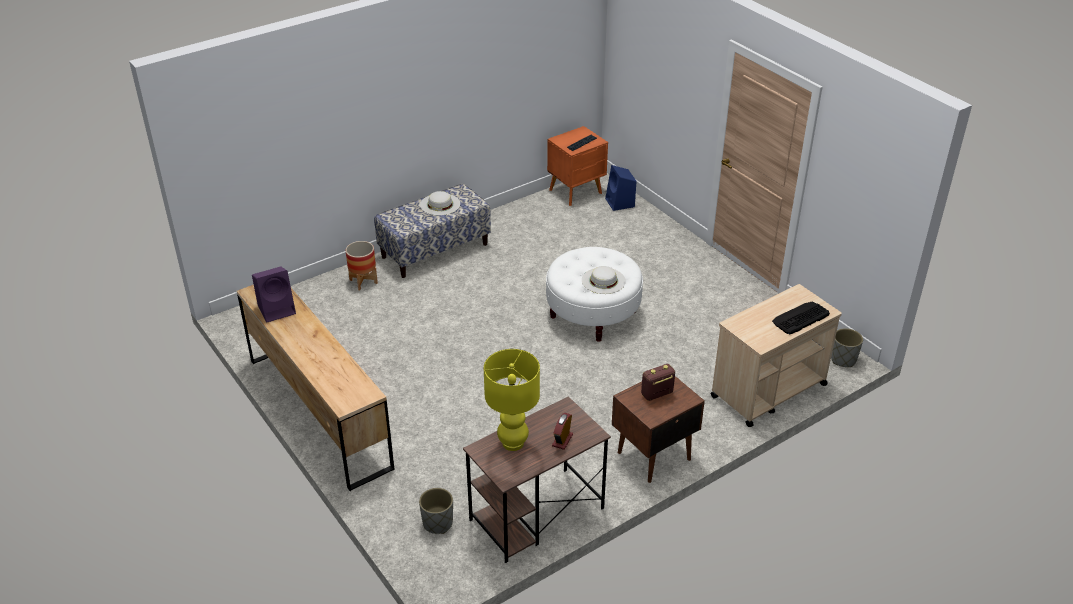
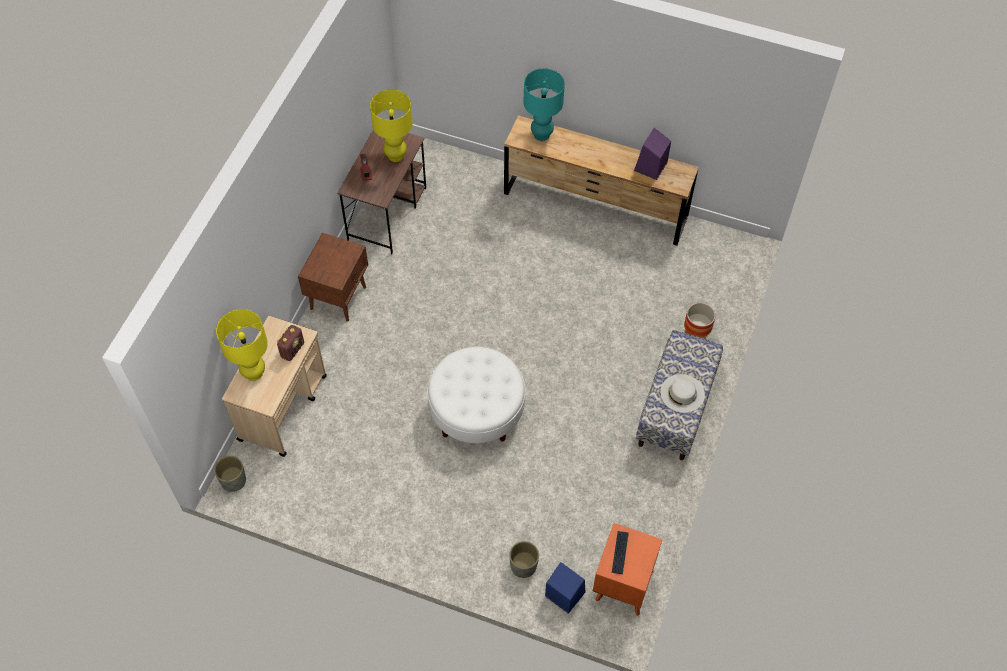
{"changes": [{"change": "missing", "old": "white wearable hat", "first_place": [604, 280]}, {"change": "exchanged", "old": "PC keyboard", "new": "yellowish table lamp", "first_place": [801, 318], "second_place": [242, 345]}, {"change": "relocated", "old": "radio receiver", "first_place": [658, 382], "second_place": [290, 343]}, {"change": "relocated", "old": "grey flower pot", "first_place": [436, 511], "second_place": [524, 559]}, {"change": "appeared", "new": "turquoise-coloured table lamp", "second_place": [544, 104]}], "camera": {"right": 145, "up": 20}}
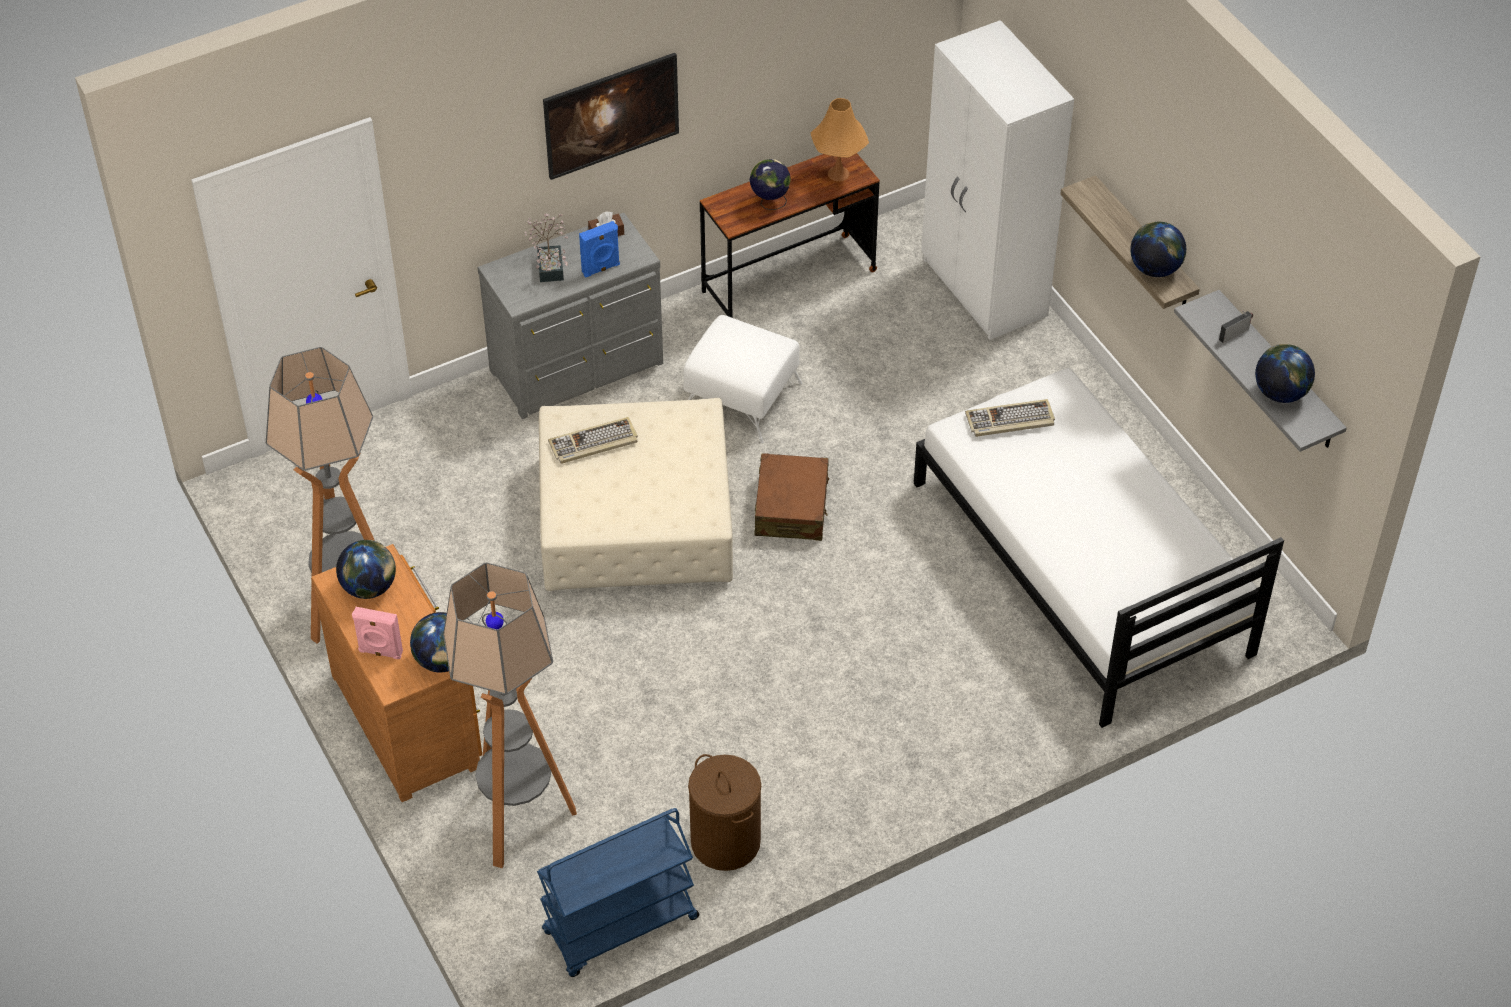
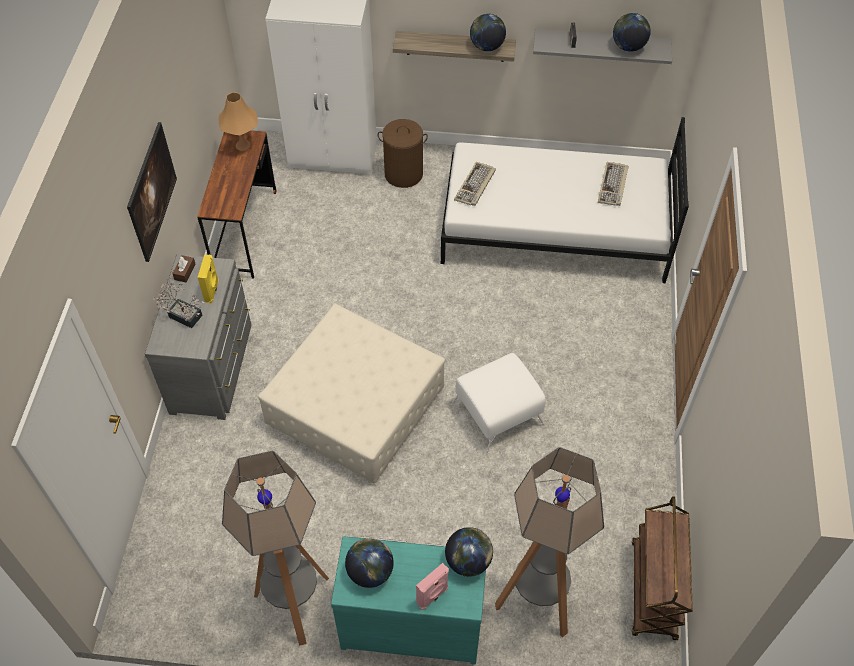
{"changes": [{"change": "missing", "old": "desk globe", "first_place": [770, 184]}, {"change": "colour", "old": "bluish audio speaker", "new": "yellowish audio speaker", "first_place": [599, 249], "second_place": [208, 279]}, {"change": "relocated", "old": "white pouffe", "first_place": [742, 379], "second_place": [499, 403]}, {"change": "relocated", "old": "PC keyboard", "first_place": [593, 440], "second_place": [613, 184]}, {"change": "missing", "old": "brown-coloured suitcase", "first_place": [791, 497]}, {"change": "colour", "old": "brown-coloured drawer chest", "new": "turquoise-coloured drawer chest", "first_place": [396, 673], "second_place": [408, 600]}, {"change": "relocated", "old": "brown-coloured hamper", "first_place": [724, 812], "second_place": [403, 153]}, {"change": "colour", "old": "bluish wheeled cart", "new": "brown-coloured wheeled cart", "first_place": [618, 892], "second_place": [662, 568]}], "camera": {"right": -55, "up": 5}}
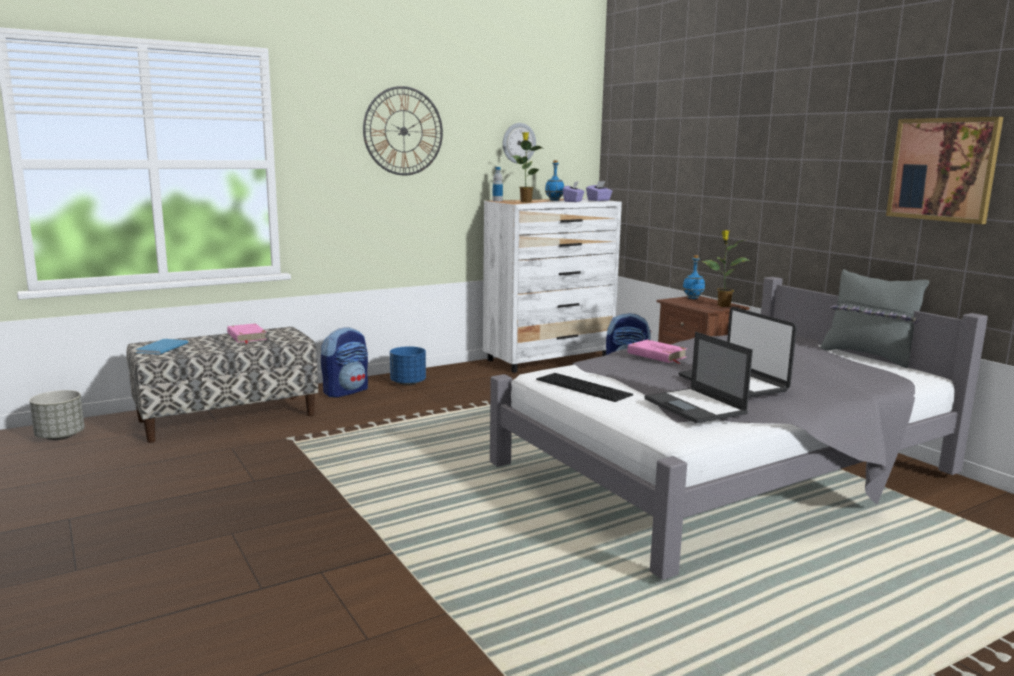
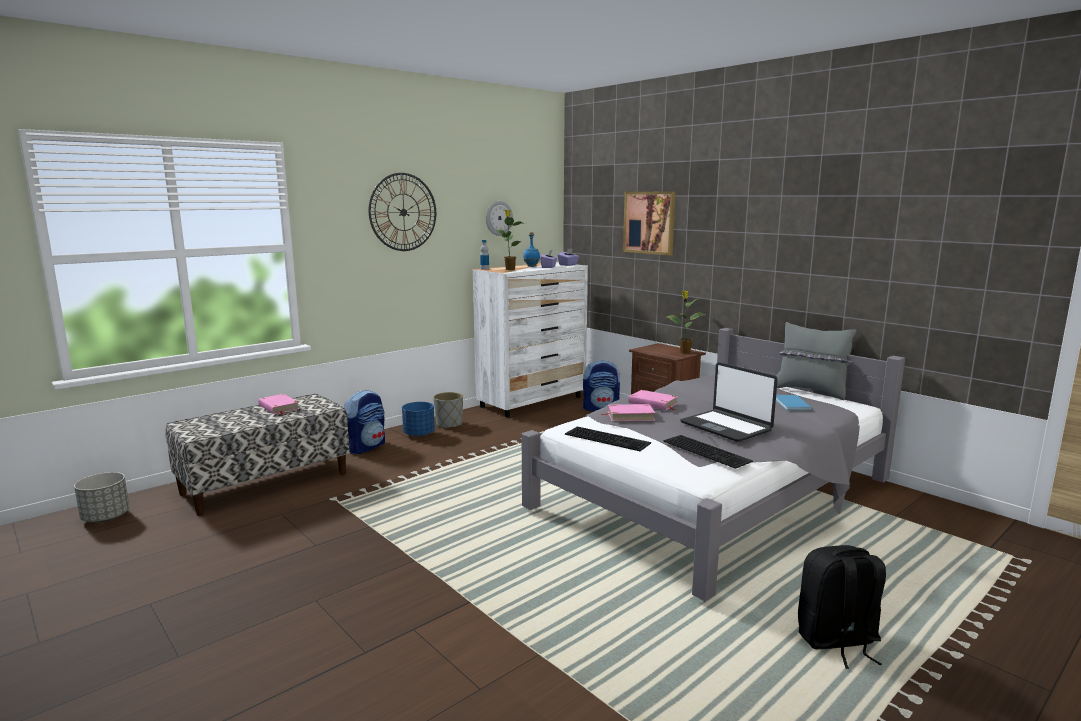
{"changes": [{"change": "relocated", "old": "wall picture", "first_place": [944, 170], "second_place": [649, 224]}, {"change": "missing", "old": "bluish drink bottle", "first_place": [694, 277]}, {"change": "exchanged", "old": "laptop", "new": "PC keyboard", "first_place": [699, 378], "second_place": [708, 452]}, {"change": "relocated", "old": "bluish bound book", "first_place": [162, 347], "second_place": [794, 402]}, {"change": "appeared", "new": "grey flower pot", "second_place": [448, 410]}, {"change": "appeared", "new": "pink-coloured bound book", "second_place": [628, 412]}, {"change": "appeared", "new": "blackish knapsack", "second_place": [842, 607]}], "camera": {"right": -10, "up": 0}}
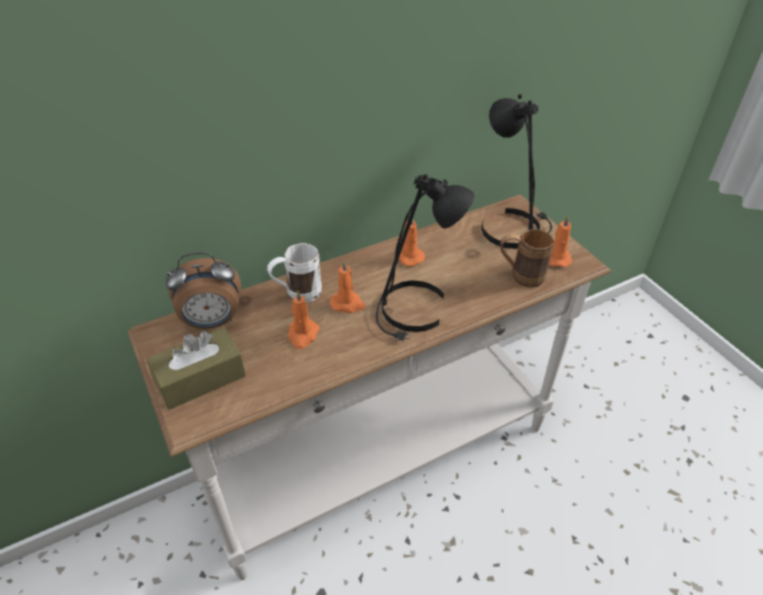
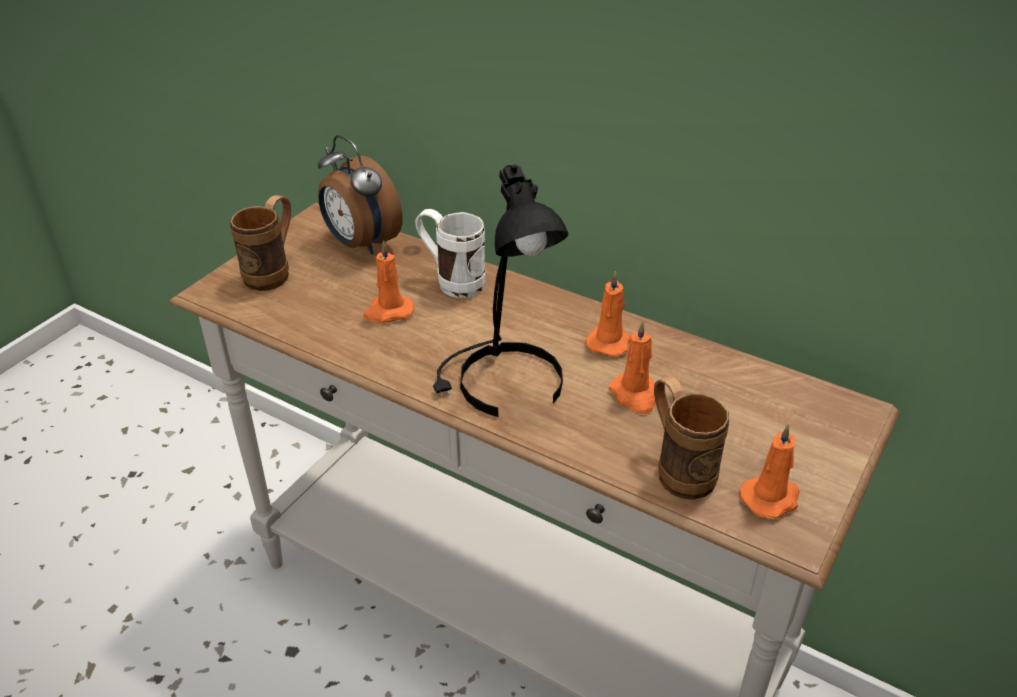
{"changes": [{"change": "missing", "old": "blackish table lamp", "first_place": [516, 171]}, {"change": "relocated", "old": "orangey wax light", "first_place": [347, 286], "second_place": [632, 367]}, {"change": "exchanged", "old": "brown-coloured box of tissues", "new": "brown-coloured tea mug", "first_place": [196, 368], "second_place": [260, 243]}], "camera": {"right": 60, "up": -5}}
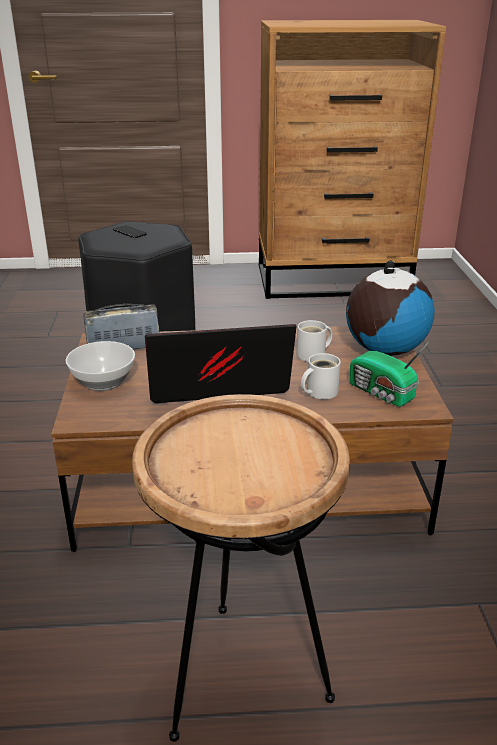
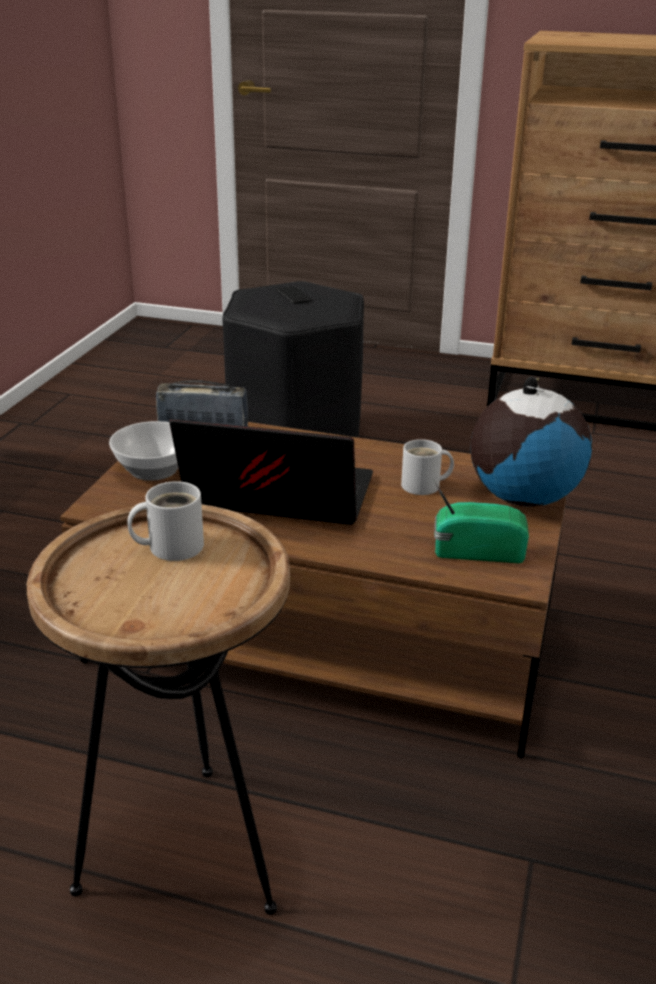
{"changes": [{"change": "spun", "old": "radio receiver", "first_place": [389, 374], "second_place": [481, 521], "degrees": 120}, {"change": "relocated", "old": "white tea mug", "first_place": [321, 376], "second_place": [165, 521]}], "camera": {"right": 20, "up": 0}}
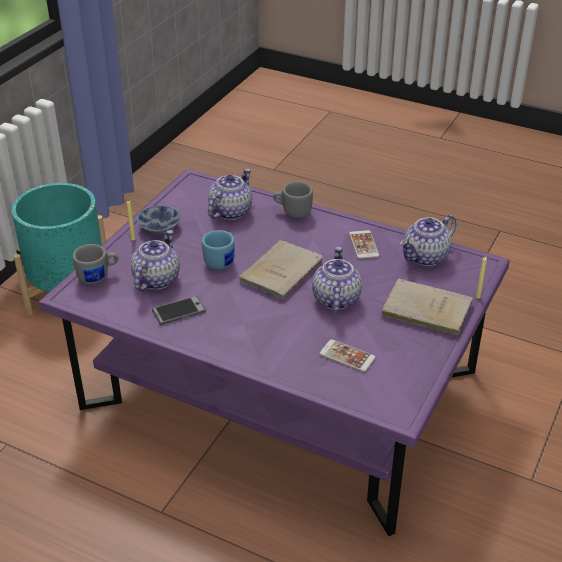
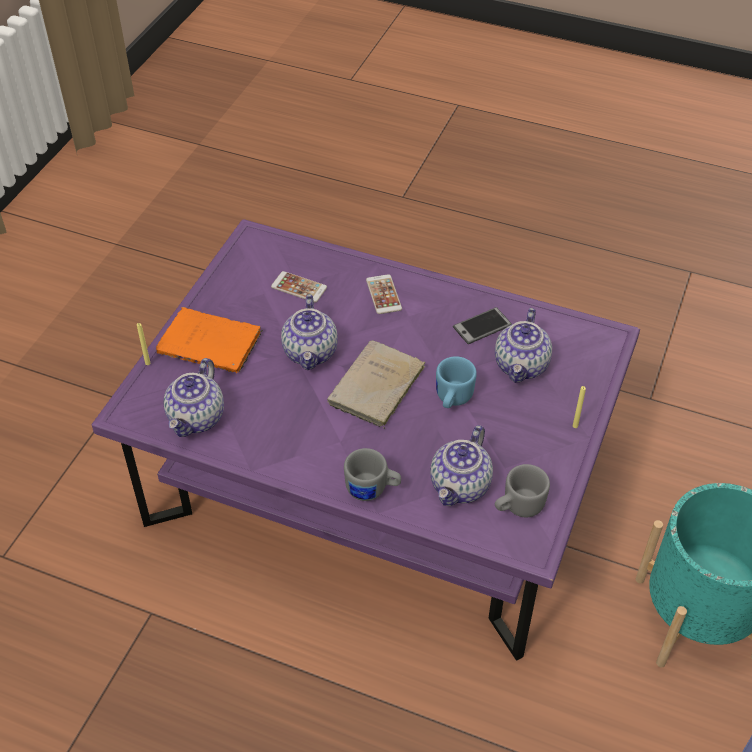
{"changes": [{"change": "missing", "old": "serving bowl", "first_place": [159, 220]}, {"change": "spun", "old": "tea pot", "first_place": [428, 240], "second_place": [194, 397], "degrees": 150}, {"change": "relocated", "old": "telephone", "first_place": [364, 244], "second_place": [384, 294]}, {"change": "relocated", "old": "grey tea mug", "first_place": [95, 264], "second_place": [522, 490]}, {"change": "colour", "old": "beige bound book", "new": "orangey bound book", "first_place": [426, 307], "second_place": [209, 340]}], "camera": {"right": 175, "up": 10}}
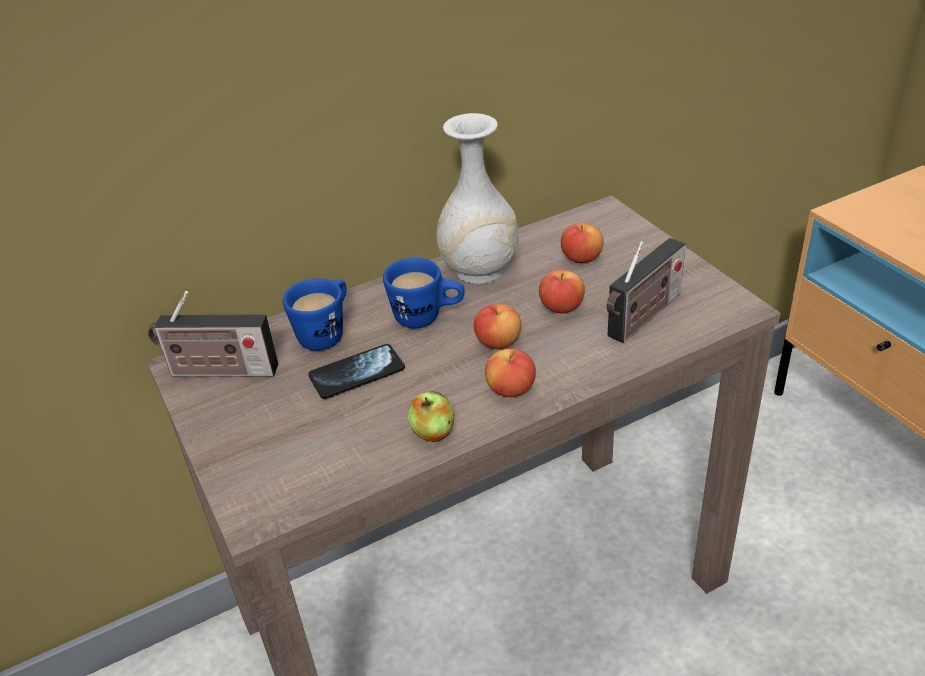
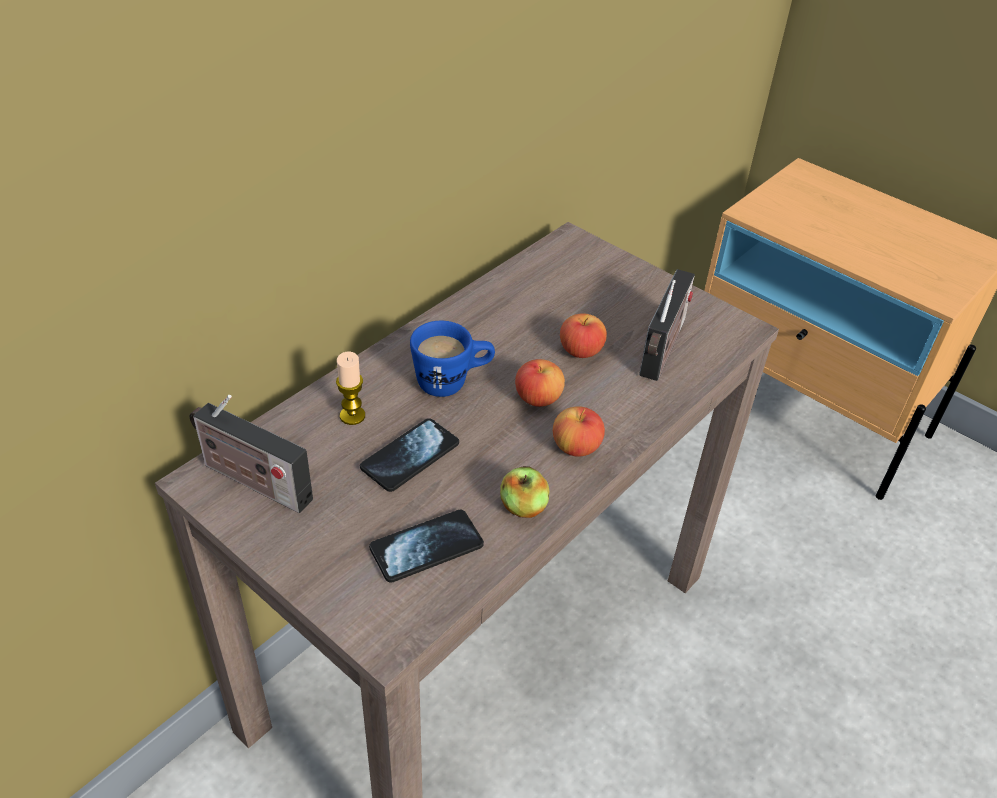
{"changes": [{"change": "missing", "old": "white flower vase", "first_place": [477, 198]}, {"change": "missing", "old": "whole apple", "first_place": [582, 243]}, {"change": "exchanged", "old": "bluish tea mug", "new": "wax light", "first_place": [314, 315], "second_place": [350, 388]}, {"change": "spun", "old": "radio receiver", "first_place": [213, 334], "second_place": [251, 454], "degrees": 45}, {"change": "appeared", "new": "telephone", "second_place": [426, 546]}], "camera": {"right": -25, "up": 5}}
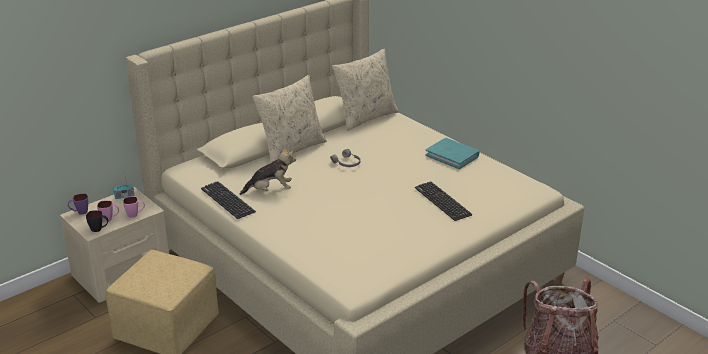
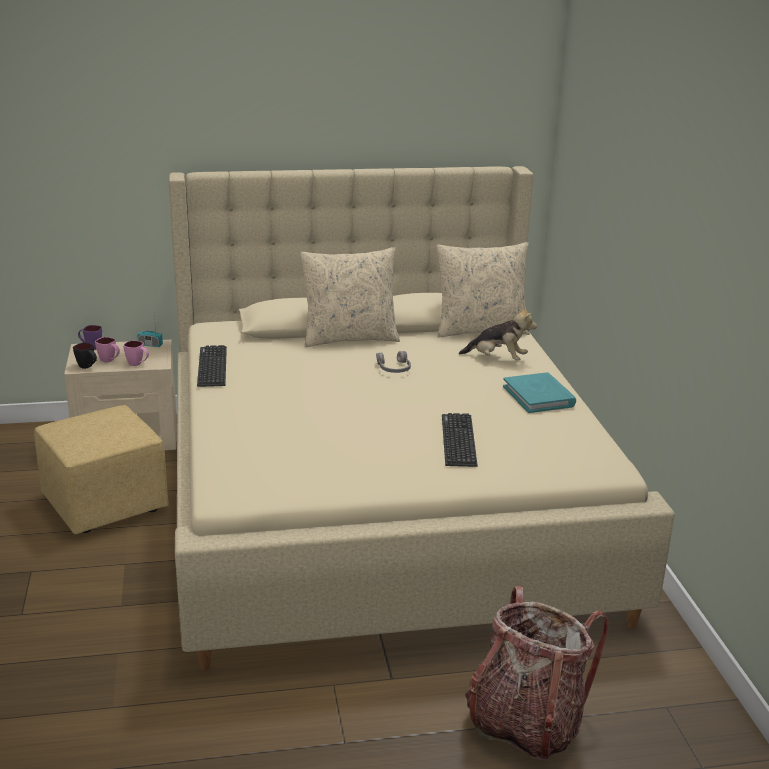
{"changes": [{"change": "relocated", "old": "cuddly toy", "first_place": [267, 170], "second_place": [498, 332]}], "camera": {"right": 30, "up": -5}}
